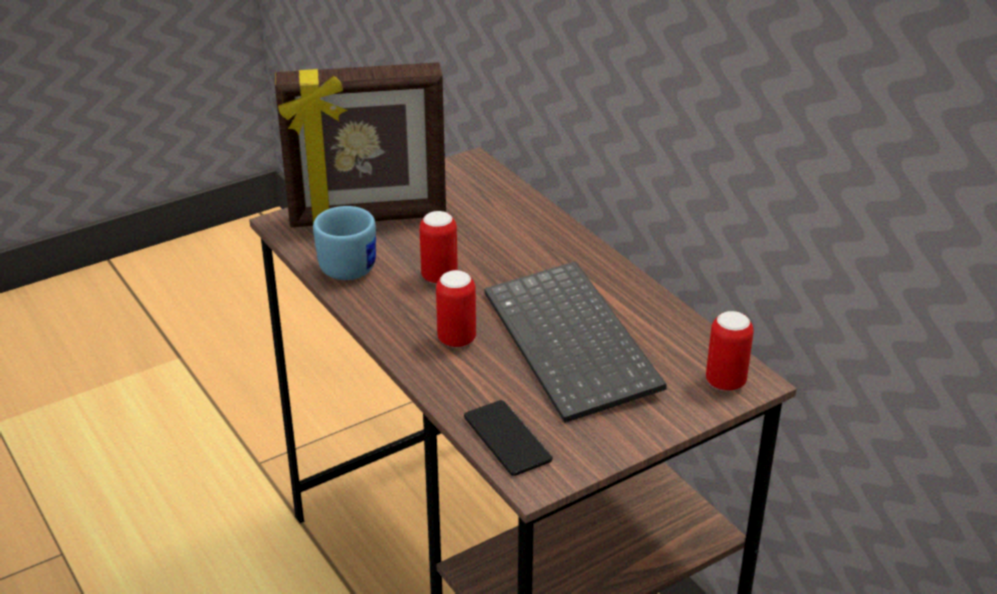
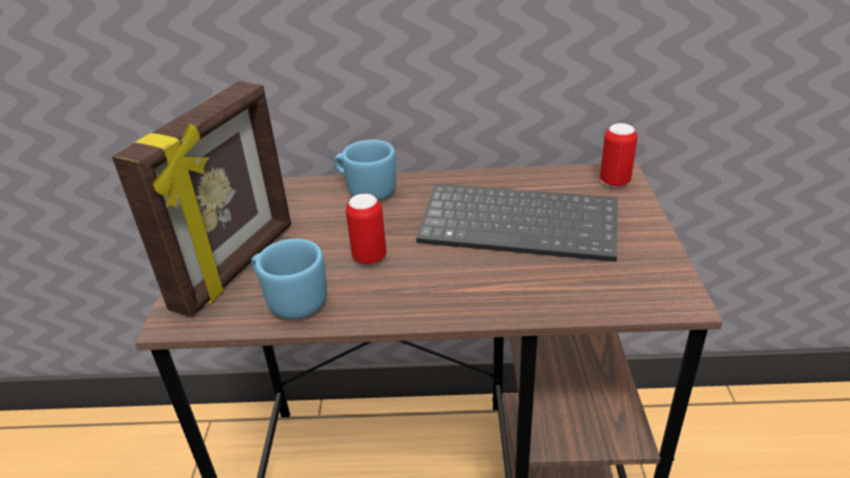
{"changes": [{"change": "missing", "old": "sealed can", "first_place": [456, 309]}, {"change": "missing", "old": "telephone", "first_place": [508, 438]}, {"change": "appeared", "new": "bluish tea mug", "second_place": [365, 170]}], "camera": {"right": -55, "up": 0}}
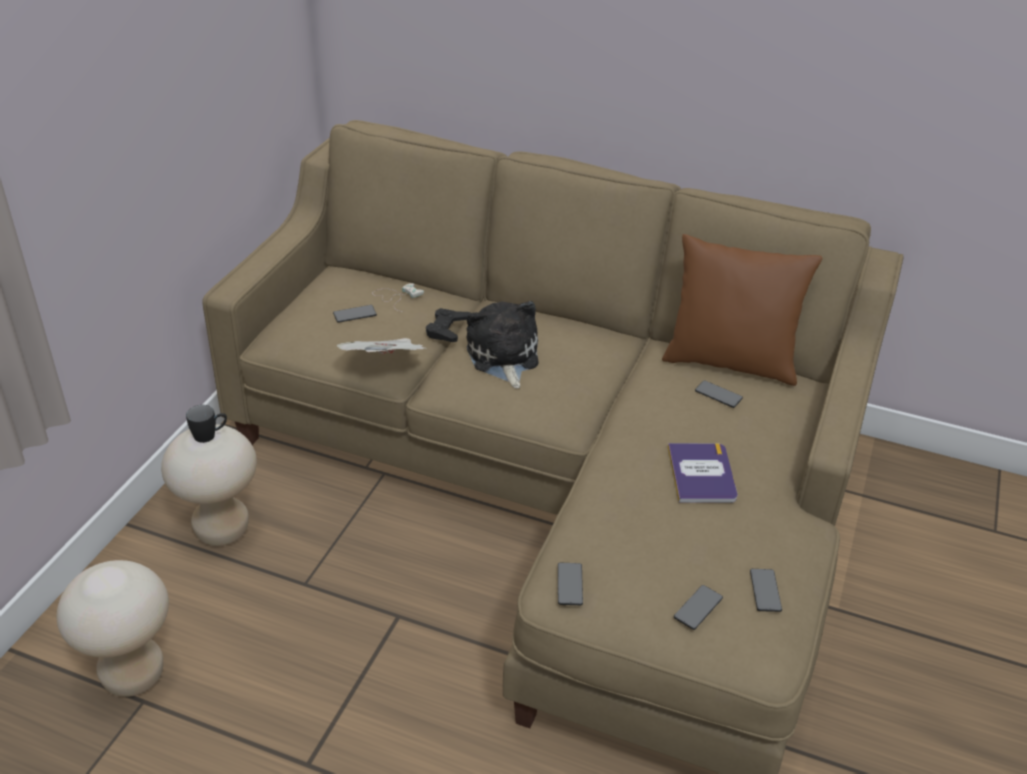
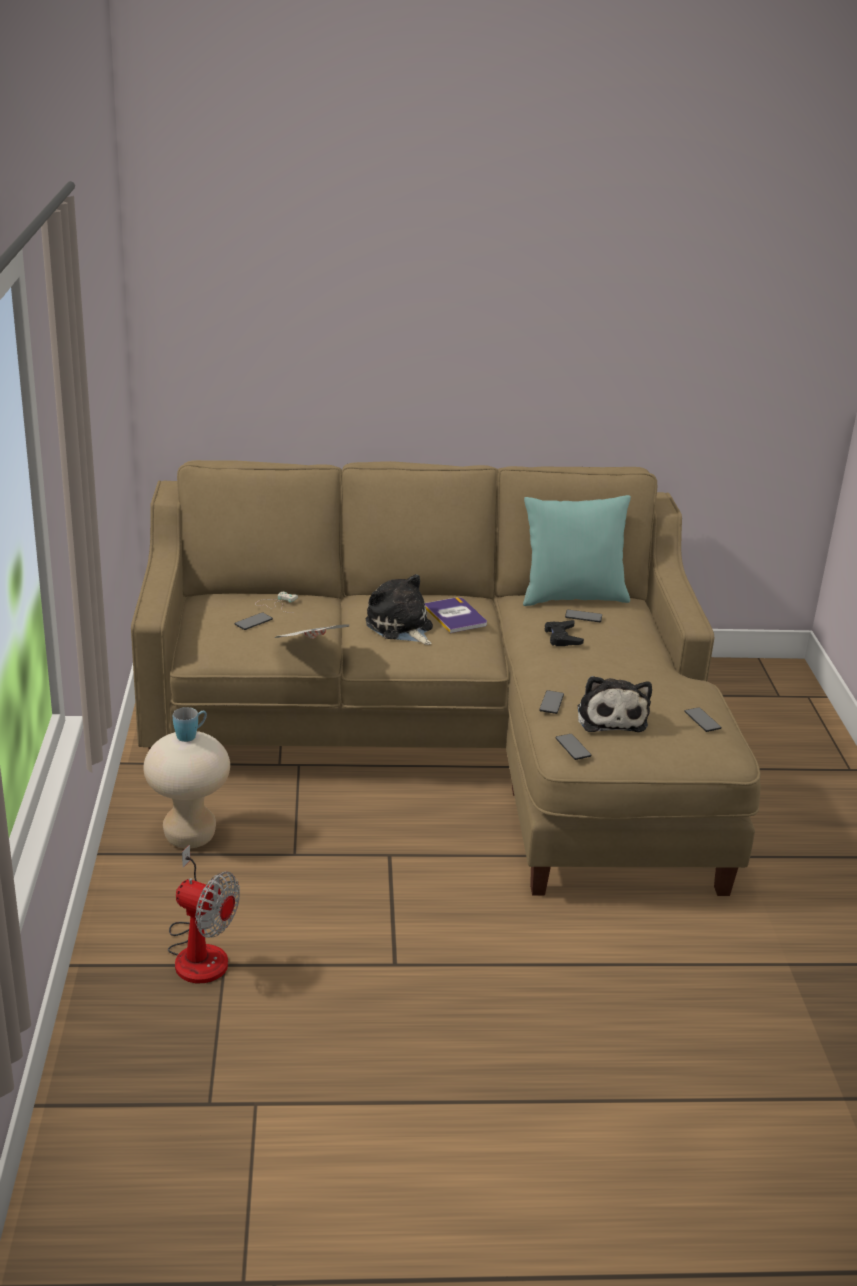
{"changes": [{"change": "colour", "old": "brown-coloured pillow", "new": "turquoise-coloured pillow", "first_place": [742, 310], "second_place": [577, 550]}, {"change": "relocated", "old": "blackish game controller", "first_place": [448, 325], "second_place": [564, 633]}, {"change": "colour", "old": "blackish tea mug", "new": "bluish tea mug", "first_place": [206, 424], "second_place": [190, 724]}, {"change": "relocated", "old": "bound book", "first_place": [703, 473], "second_place": [456, 615]}, {"change": "exchanged", "old": "beige sitting stool", "new": "electric fan", "first_place": [113, 628], "second_place": [204, 914]}, {"change": "relocated", "old": "telephone", "first_place": [698, 607], "second_place": [551, 702]}, {"change": "appeared", "new": "cuddly toy", "second_place": [615, 704]}], "camera": {"right": -25, "up": -10}}
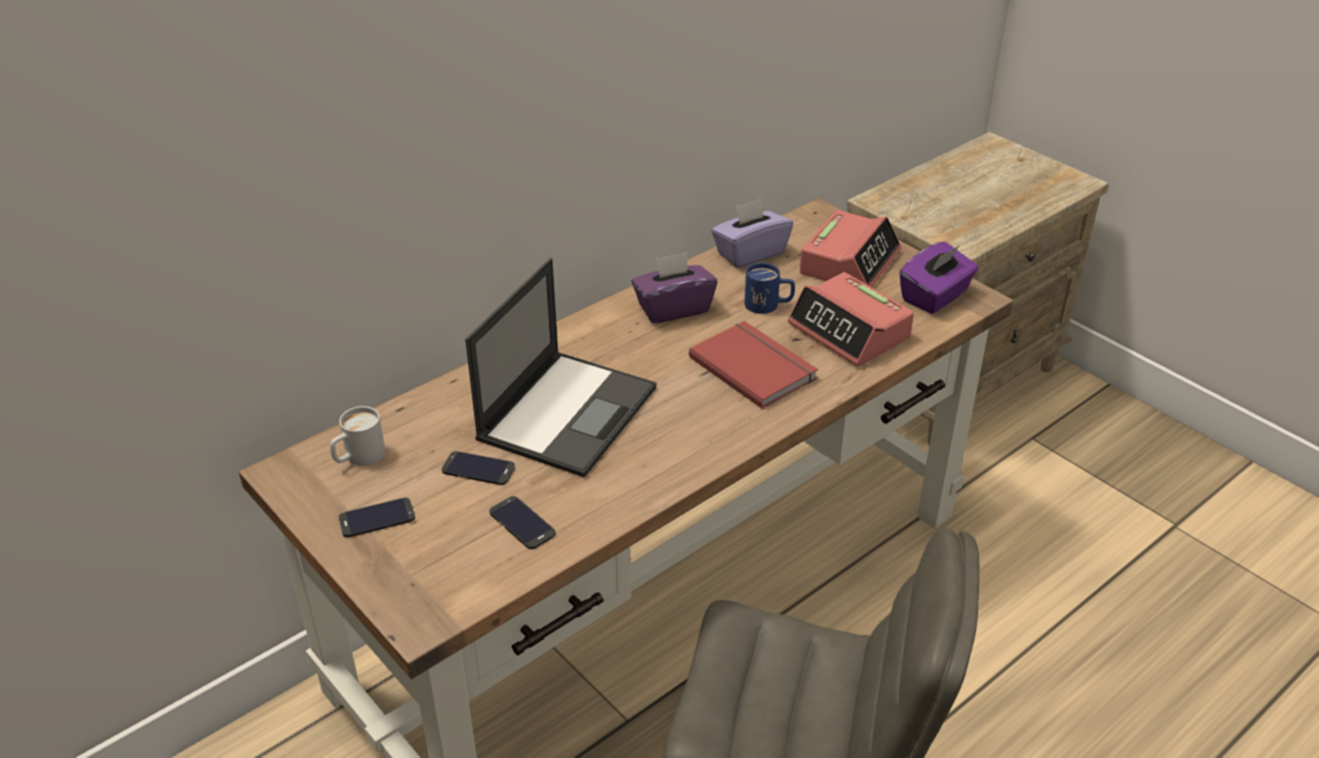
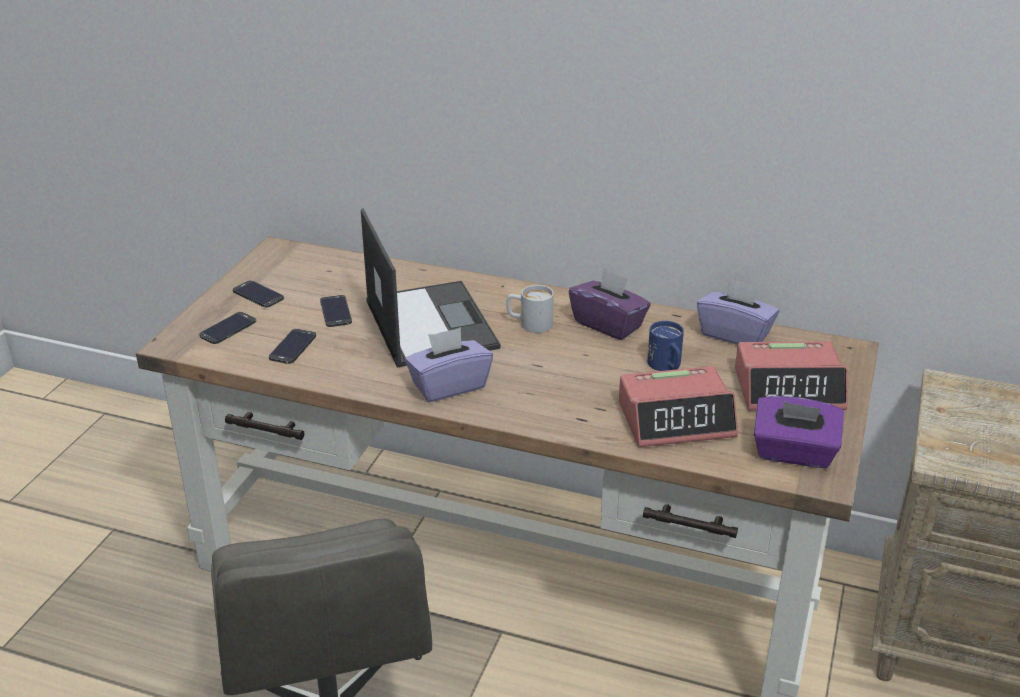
{"changes": [{"change": "spun", "old": "laptop", "first_place": [561, 368], "second_place": [431, 288], "degrees": -105}, {"change": "spun", "old": "table clock", "first_place": [851, 319], "second_place": [678, 406], "degrees": -120}, {"change": "missing", "old": "reddish bound book", "first_place": [753, 365]}, {"change": "relocated", "old": "white tea mug", "first_place": [358, 436], "second_place": [530, 309]}, {"change": "appeared", "new": "telephone", "second_place": [227, 328]}, {"change": "appeared", "new": "purple box of tissues", "second_place": [449, 364]}], "camera": {"right": 60, "up": -5}}
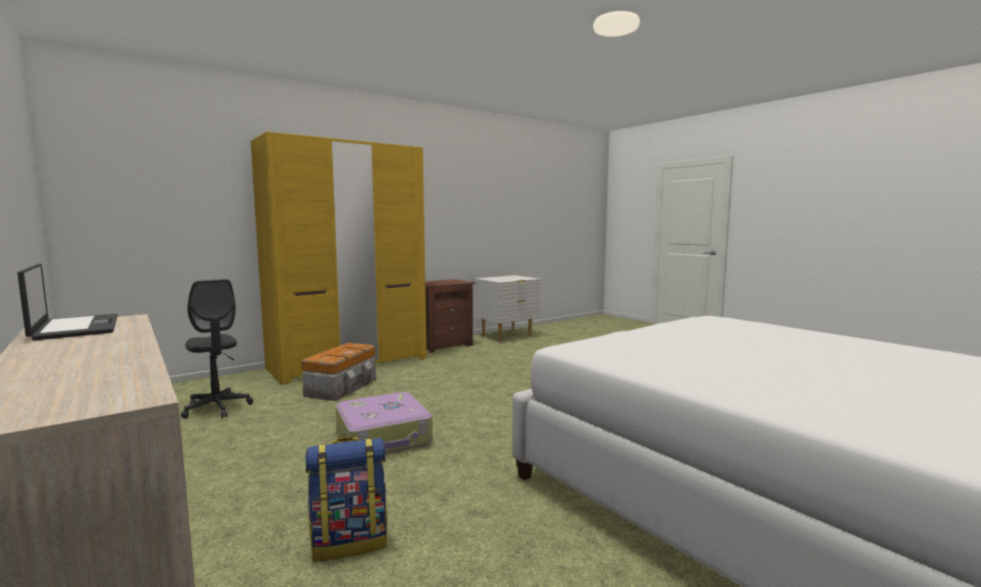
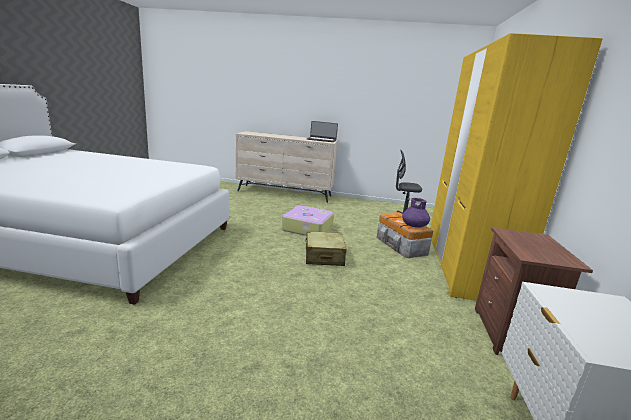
{"changes": [{"change": "missing", "old": "knapsack", "first_place": [346, 499]}, {"change": "appeared", "new": "purple flower vase", "second_place": [416, 212]}, {"change": "appeared", "new": "beige suitcase", "second_place": [326, 248]}], "camera": {"right": 135, "up": 10}}
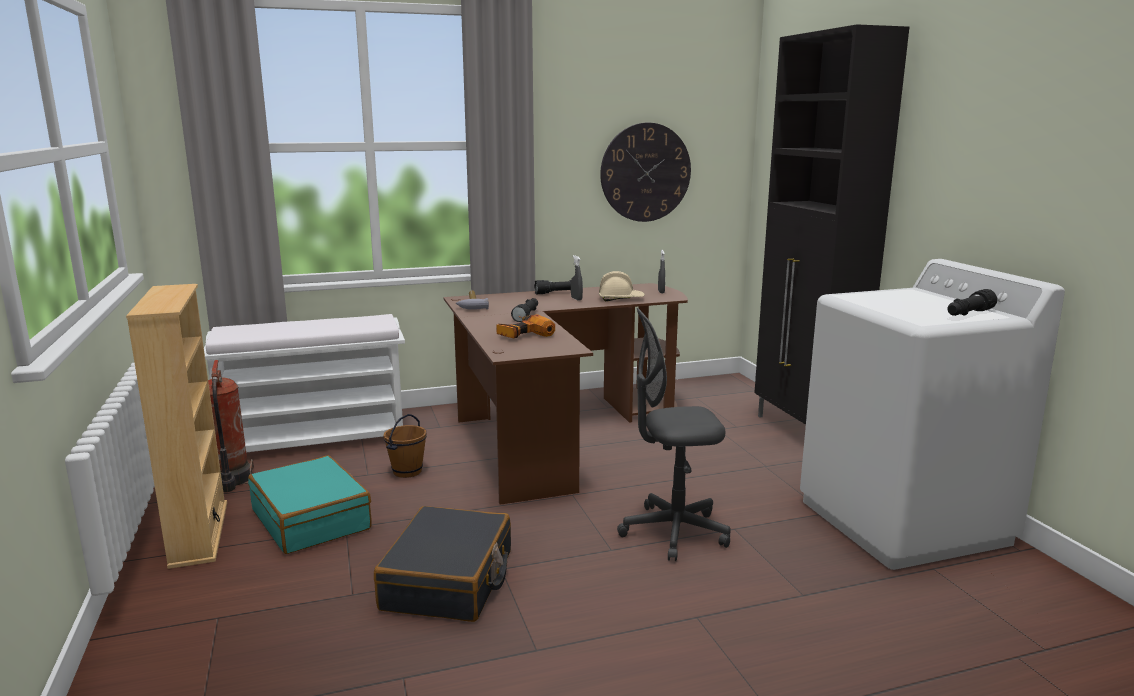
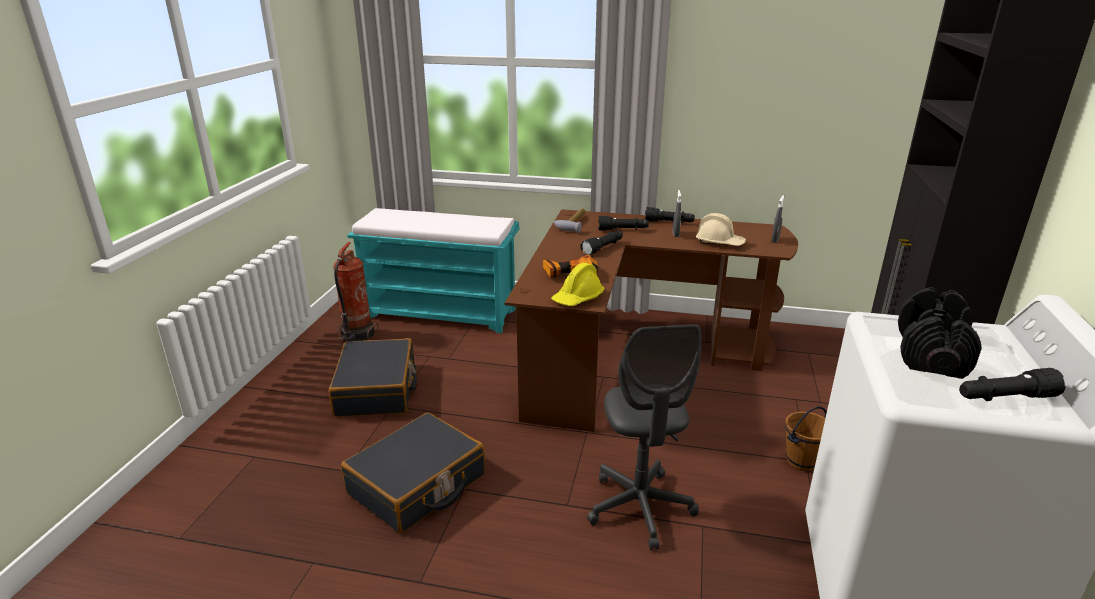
{"changes": [{"change": "missing", "old": "clock on the wall", "first_place": [645, 172]}, {"change": "missing", "old": "beige shelving unit", "first_place": [176, 426]}, {"change": "spun", "old": "grey office chair", "first_place": [674, 434], "second_place": [644, 437], "degrees": -120}, {"change": "colour", "old": "white indoor bench", "new": "turquoise-coloured indoor bench", "first_place": [304, 383], "second_place": [433, 270]}, {"change": "relocated", "old": "brown-coloured pail", "first_place": [405, 446], "second_place": [806, 438]}, {"change": "colour", "old": "turquoise-coloured suitcase", "new": "blackish suitcase", "first_place": [310, 505], "second_place": [373, 377]}, {"change": "appeared", "new": "blackish flashlight", "second_place": [623, 223]}, {"change": "appeared", "new": "yellowish hard hat", "second_place": [578, 284]}, {"change": "appeared", "new": "blackish dumbbell", "second_place": [940, 333]}], "camera": {"right": 30, "up": 10}}
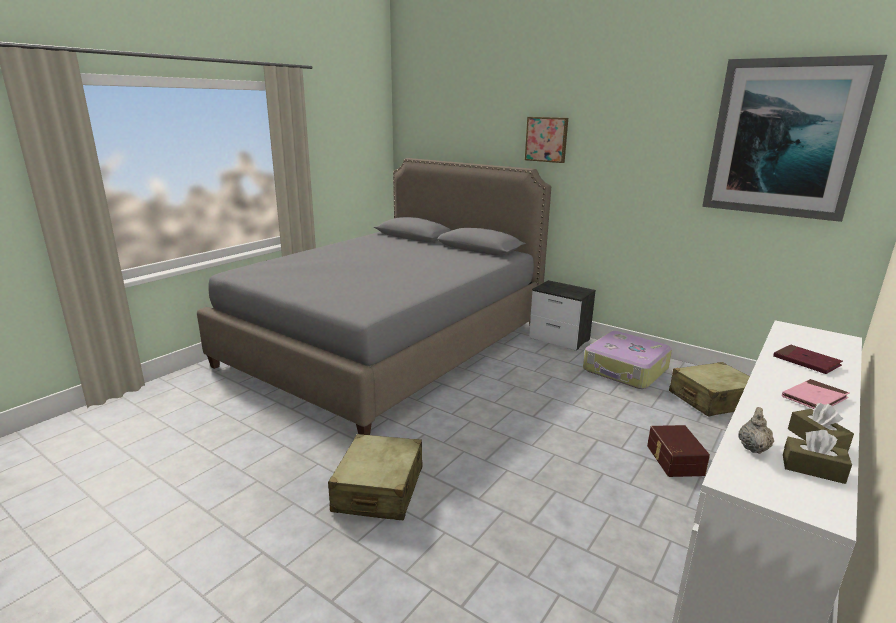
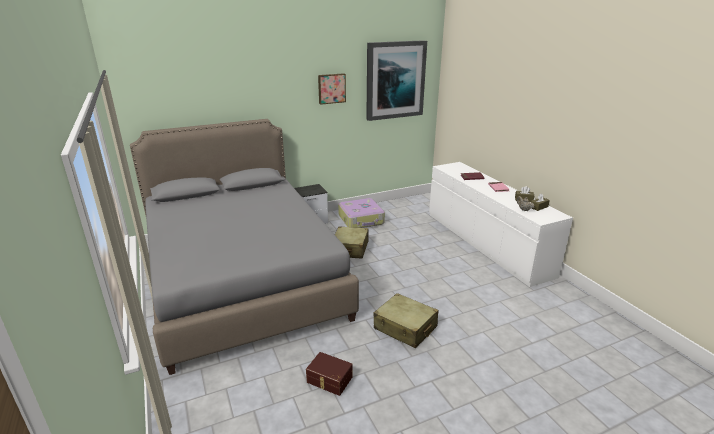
{"changes": [{"change": "relocated", "old": "wall picture", "first_place": [546, 140], "second_place": [332, 89]}, {"change": "relocated", "old": "beige suitcase", "first_place": [709, 389], "second_place": [352, 242]}, {"change": "relocated", "old": "brown-coloured storage bin", "first_place": [678, 451], "second_place": [329, 374]}], "camera": {"right": -60, "up": 5}}
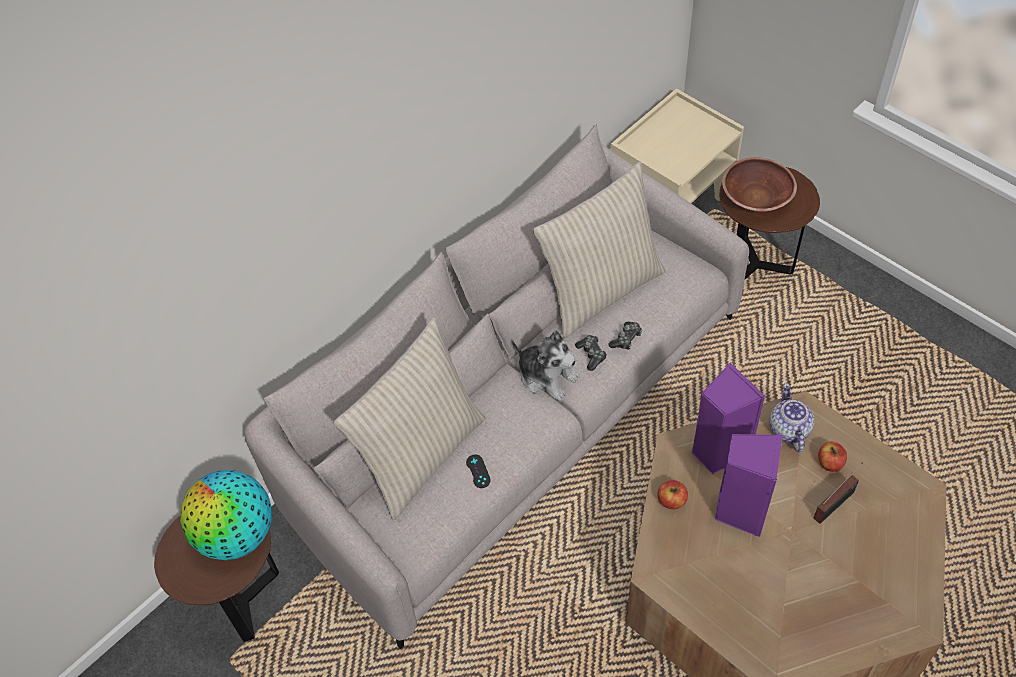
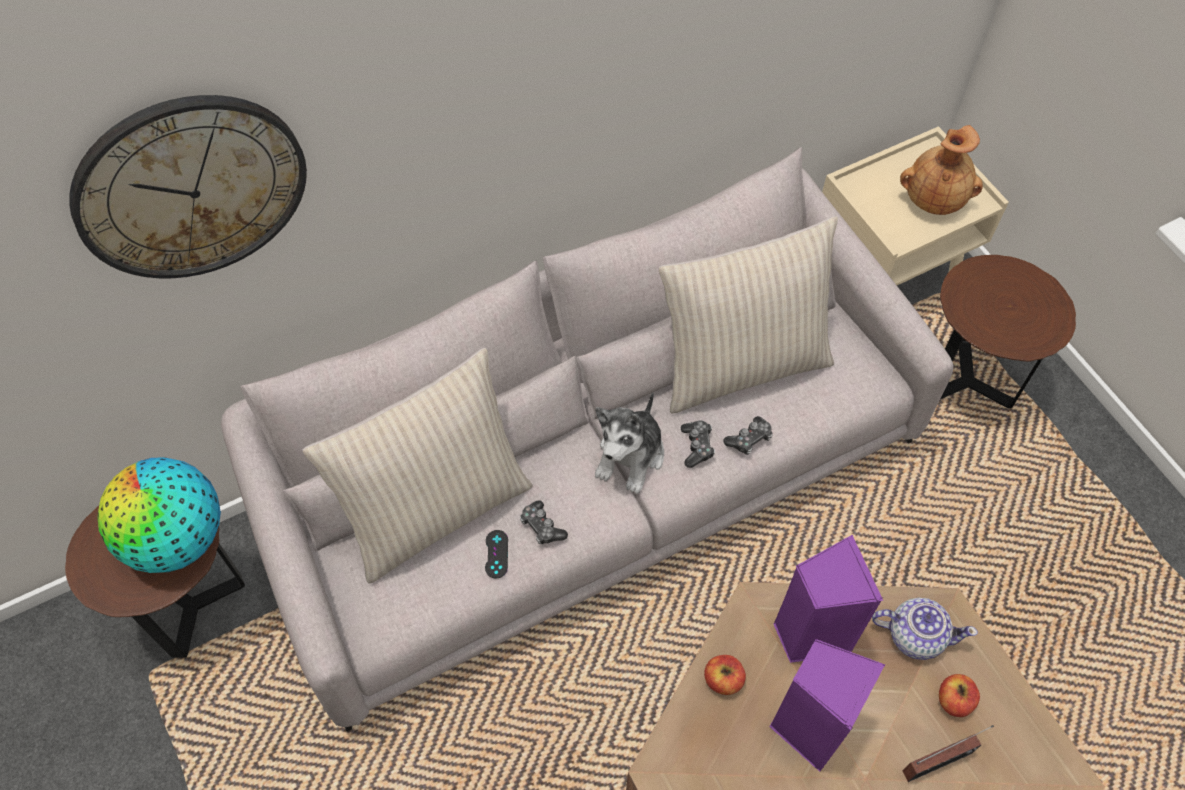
{"changes": [{"change": "missing", "old": "brown-coloured serving bowl", "first_place": [759, 184]}, {"change": "spun", "old": "cuddly toy", "first_place": [545, 365], "second_place": [629, 443], "degrees": 60}, {"change": "spun", "old": "tea pot", "first_place": [791, 417], "second_place": [925, 628], "degrees": 90}, {"change": "appeared", "new": "clock on the wall", "second_place": [188, 186]}, {"change": "appeared", "new": "brown-coloured flower vase", "second_place": [941, 170]}, {"change": "appeared", "new": "game controller", "second_place": [544, 522]}], "camera": {"right": 15, "up": 5}}
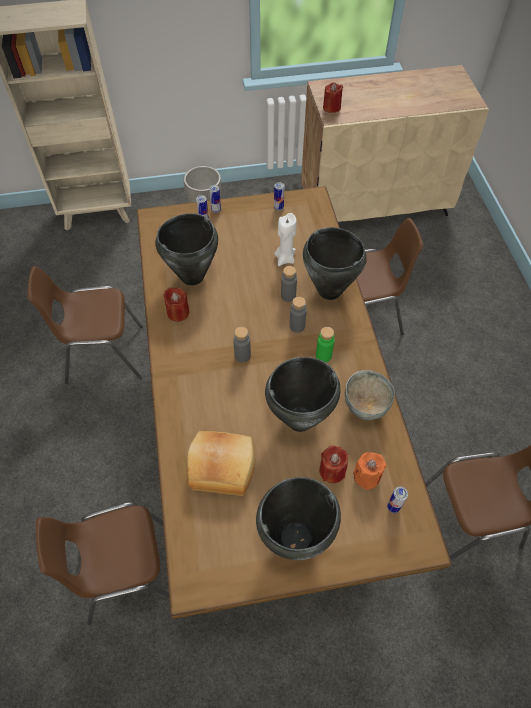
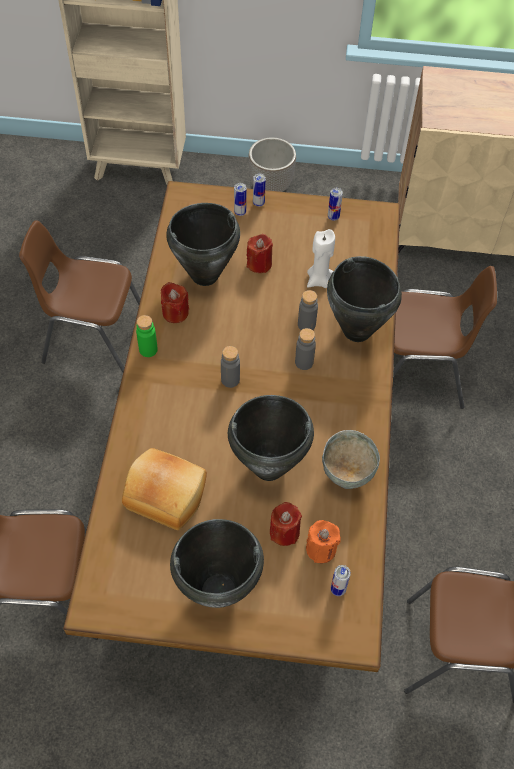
{"changes": [{"change": "relocated", "old": "reddish wax light", "first_place": [333, 97], "second_place": [259, 253]}, {"change": "relocated", "old": "green drink bottle", "first_place": [325, 344], "second_place": [147, 336]}], "camera": {"right": 15, "up": 0}}
